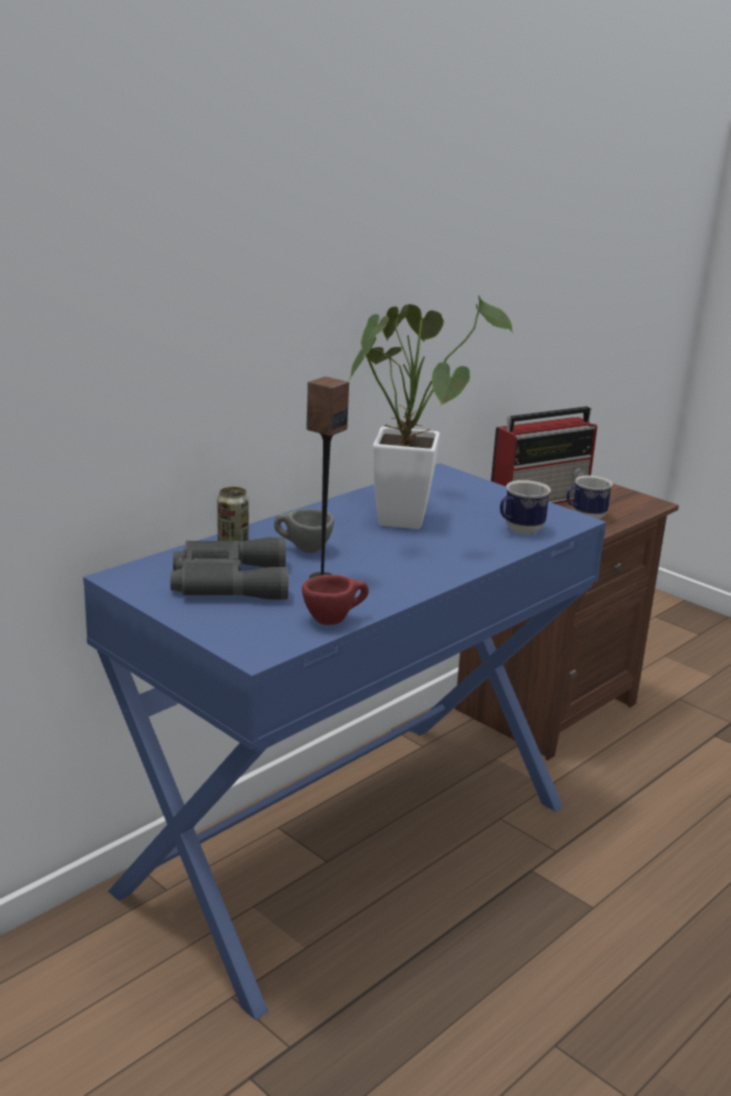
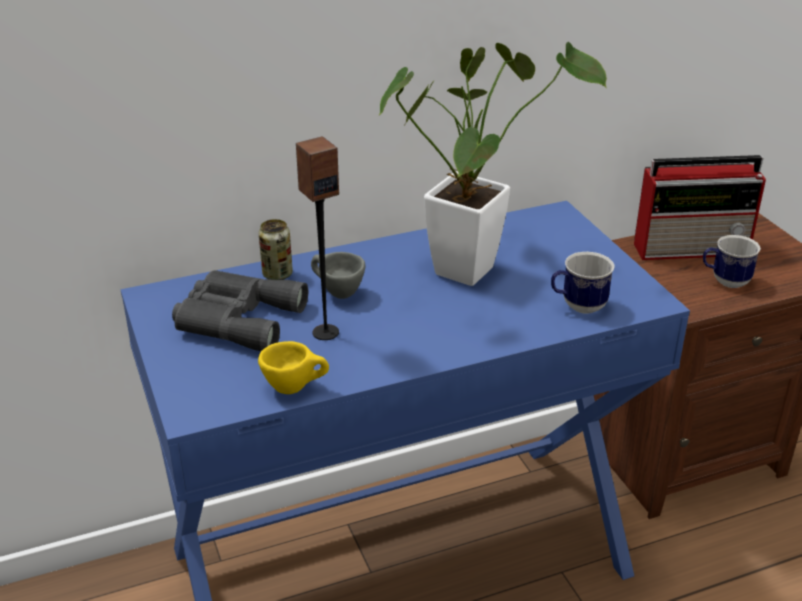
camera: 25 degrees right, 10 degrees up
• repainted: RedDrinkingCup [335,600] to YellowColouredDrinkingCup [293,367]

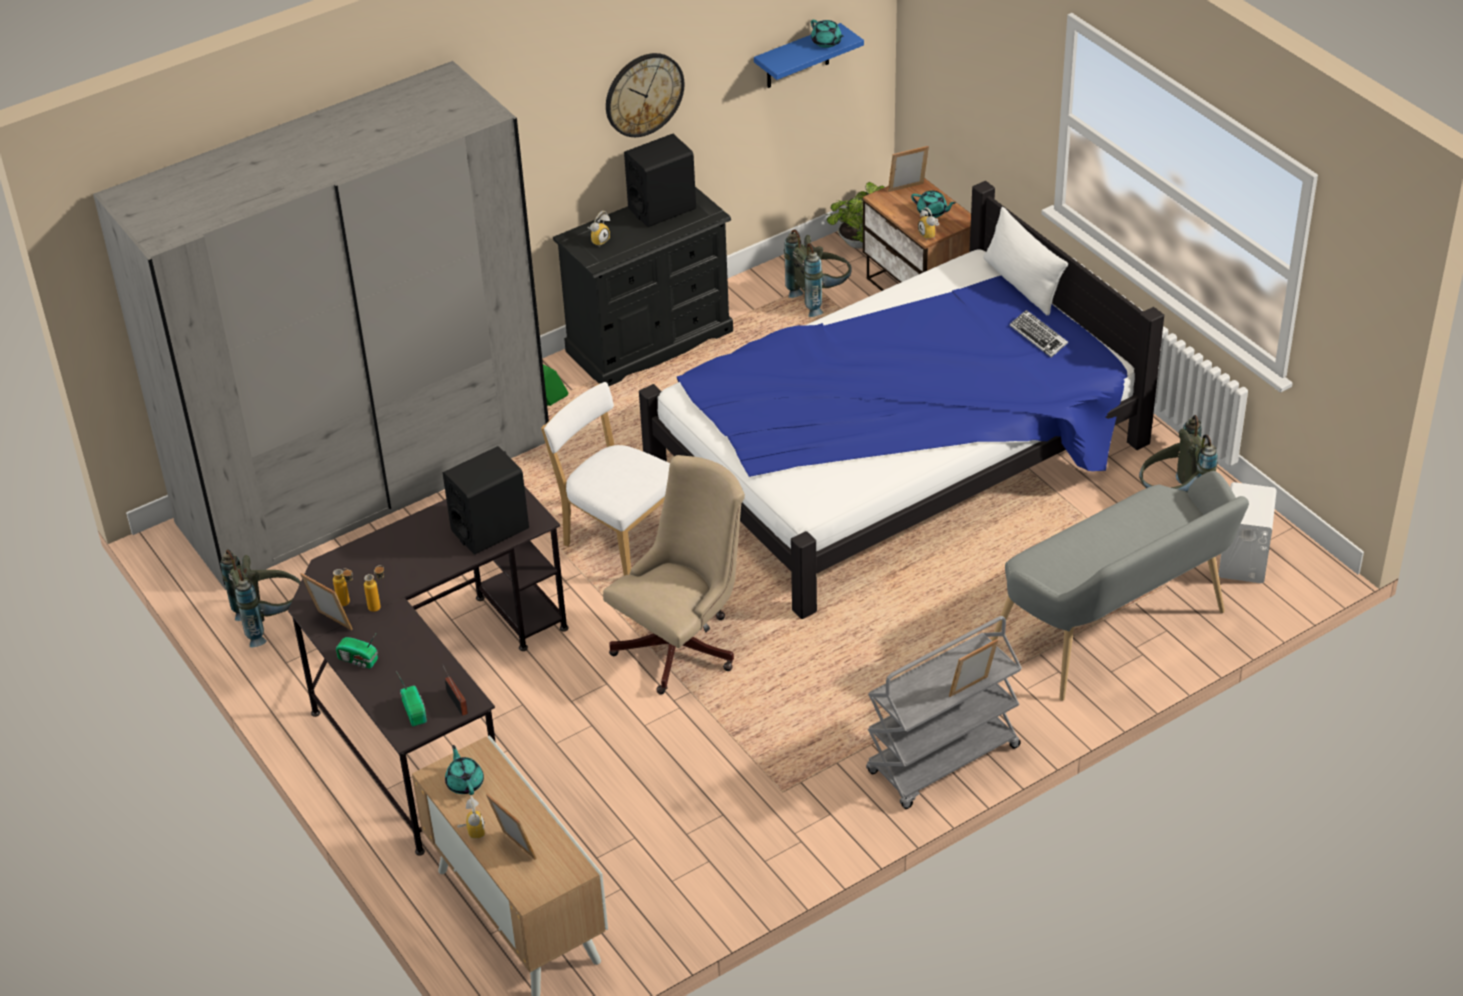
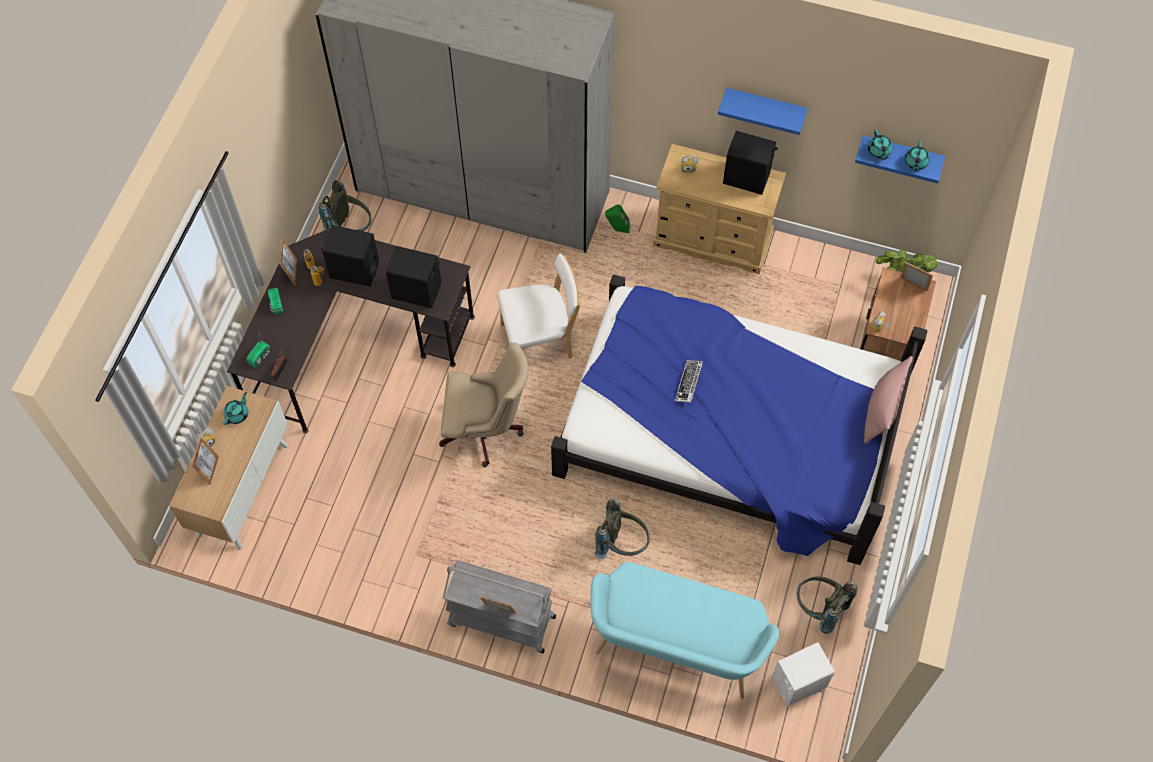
camera: 50 degrees right, 20 degrees up
• rotated: WhiteColouredChair [605,479] = [539,306] 75 degrees clockwise
• repainted: BlackColouredDrawerChest [643,286] to SandColouredDrawerChest [719,209]
• swapped: WallClock [645,95] to BlueWallShelf [763,111]
• shifted: GreyishKnapsack [818,273] to [622,529]
• shifted: TurquoisePotForTea [933,204] to [880,145]
• repainted: WhiteColouredPillow [1025,261] to PinkPillow [888,400]
• repainted: GreyishLongSeat [1120,586] to TurquoiseLongSeat [684,630]
• shifted: ComputerKeyboard [1039,334] to [689,381]
• new: BlackColouredSpeaker [350,256]

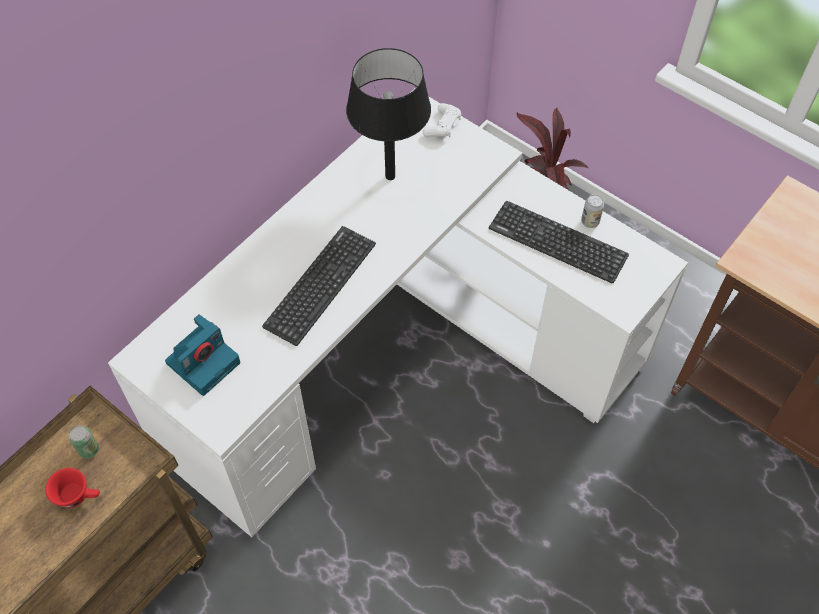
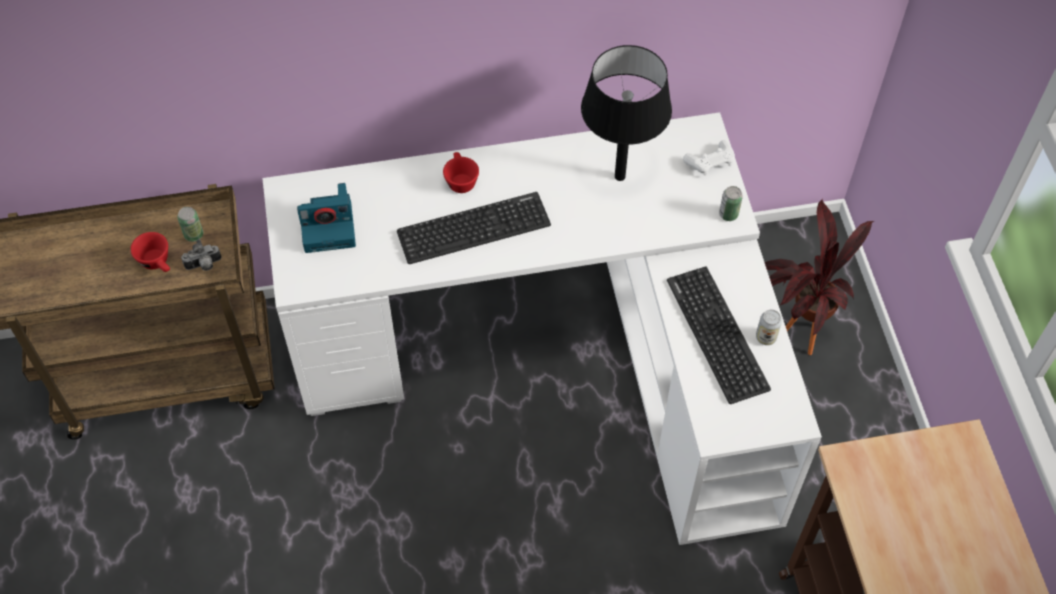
camera: 40 degrees right, 0 degrees up
• new: PhotoCamera [201,255]
• new: RedDrinkingCup [461,172]
• new: MetalCan [731,203]

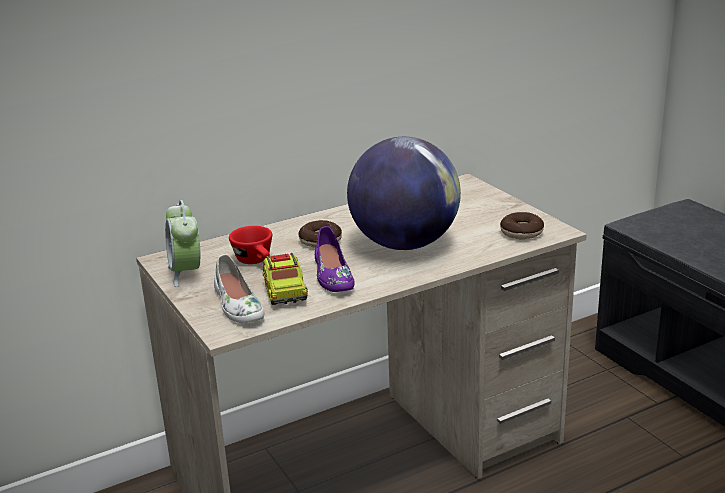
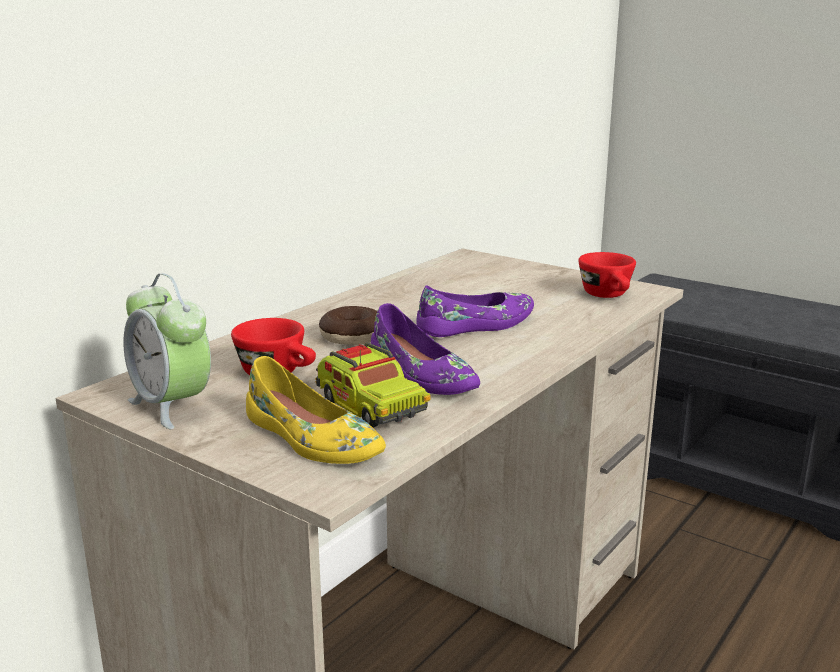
camera: 25 degrees left, 5 degrees down
• repainted: WhiteColouredLowShoe [239,288] to YellowColouredLowShoe [316,410]
• swapped: DeskGlobe [404,193] to PurpleColouredLowShoe [475,311]
• swapped: RingDoughnut [522,225] to RedDrinkingCup [607,275]

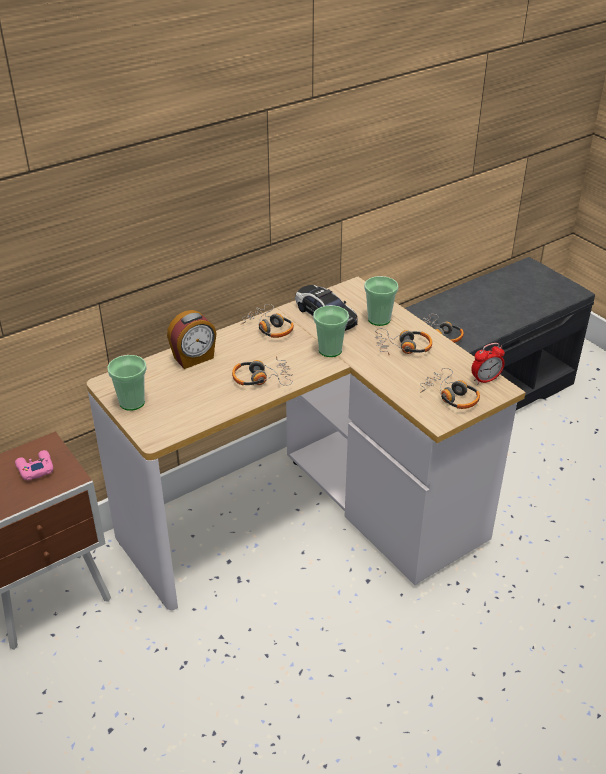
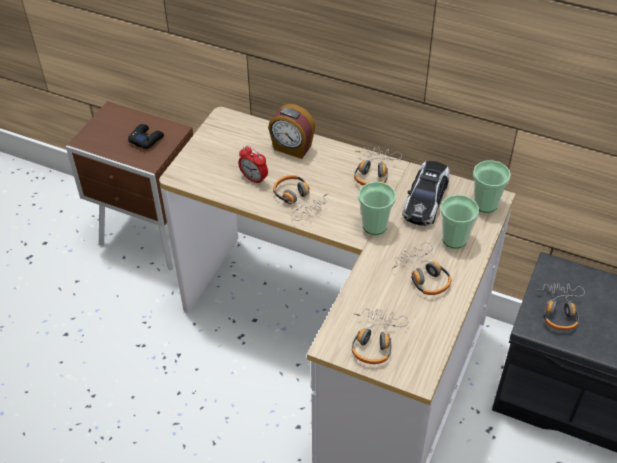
camera: 60 degrees right, 10 degrees up
• repainted: PinkGameController [34,465] to BlackColouredGameController [146,136]
• shifted: DrinkingCup [127,383] to [492,186]
• shifted: AlarmClock [488,363] to [253,165]

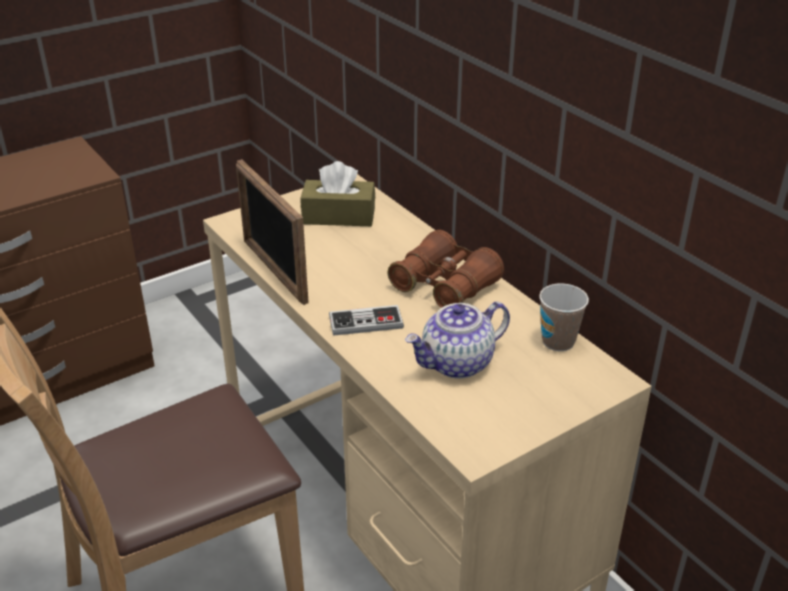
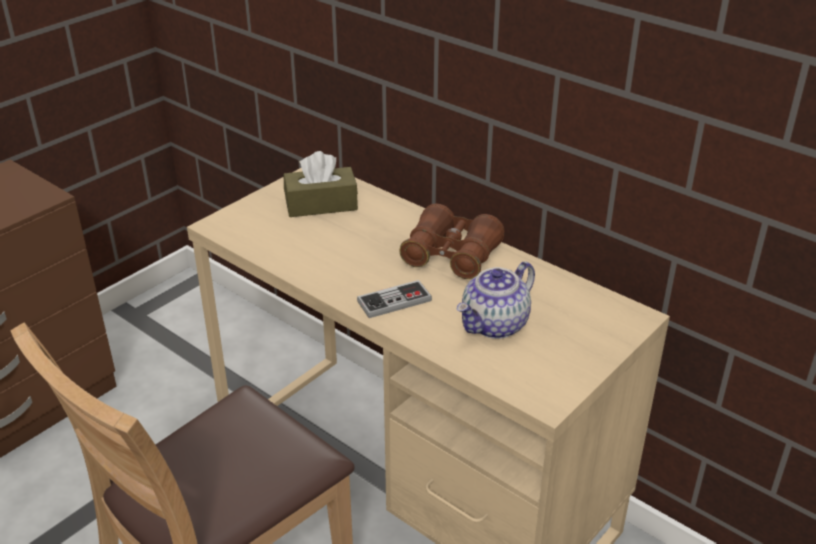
camera: 15 degrees left, 0 degrees up
• gone: PictureFrame [272,232]
• gone: DrinkingCup [564,317]

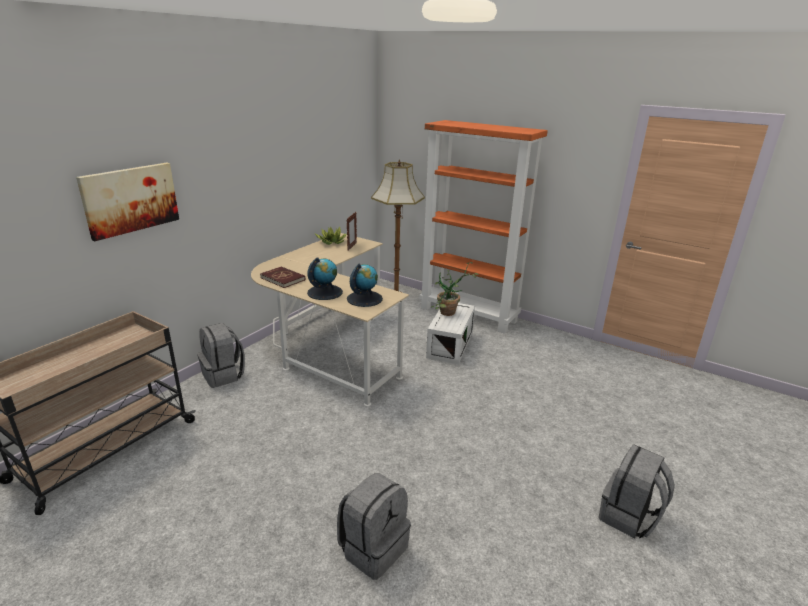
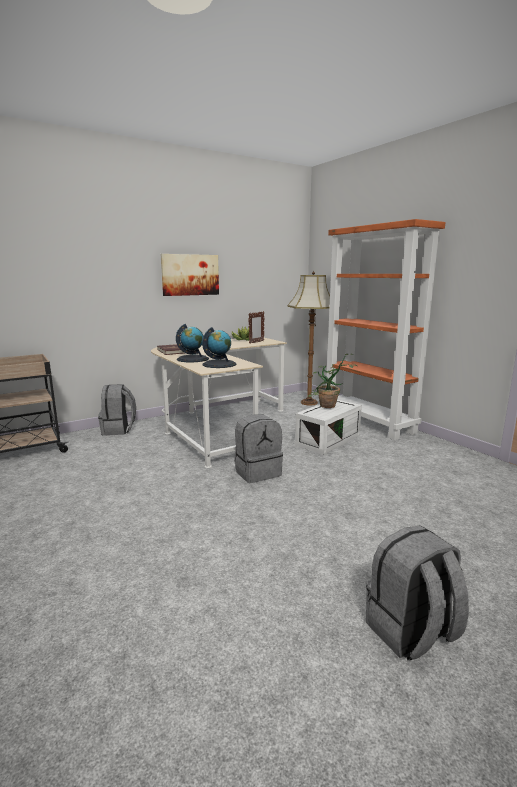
camera: 25 degrees right, 10 degrees down
• shifted: Picture [127,202] to [190,275]
• shifted: GreyishKnapsack [374,526] to [258,448]

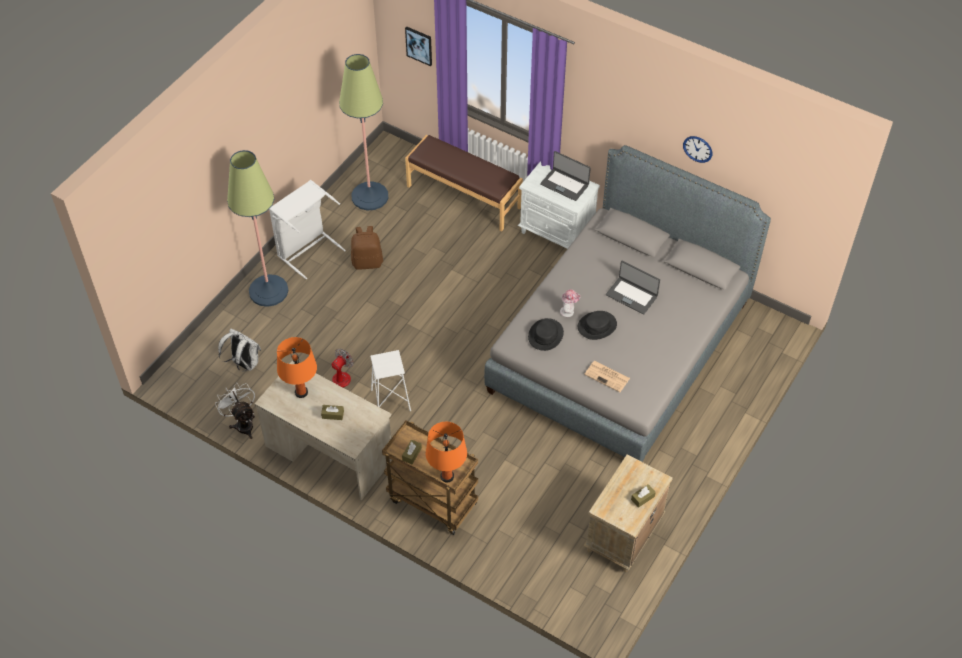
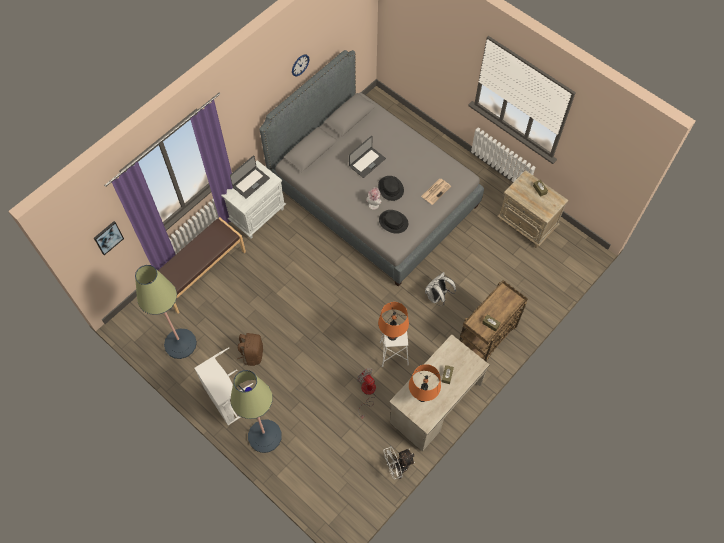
camera: 80 degrees left, 10 degrees up
• shifted: WhiteColouredKnapsack [239,349] to [440,289]
• shifted: OrangeColouredLampForATable [446,452] to [393,321]

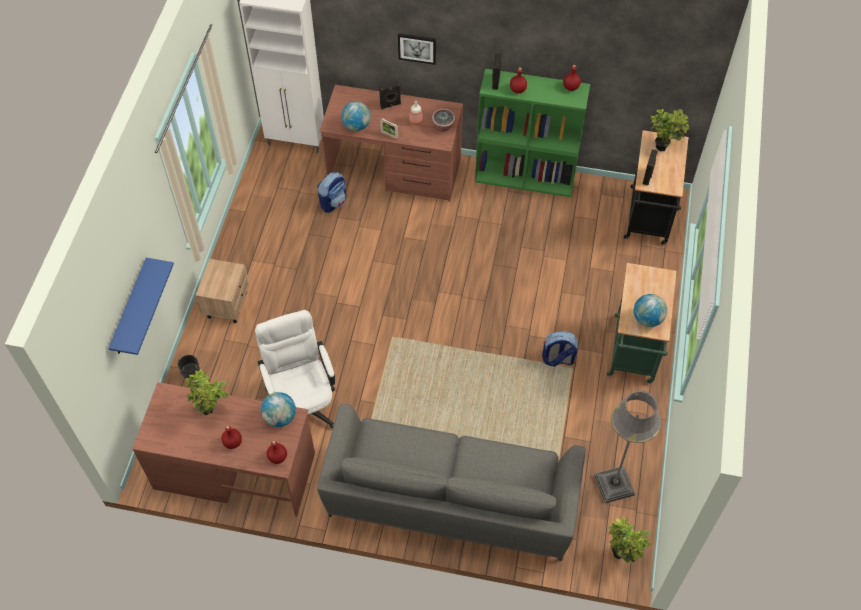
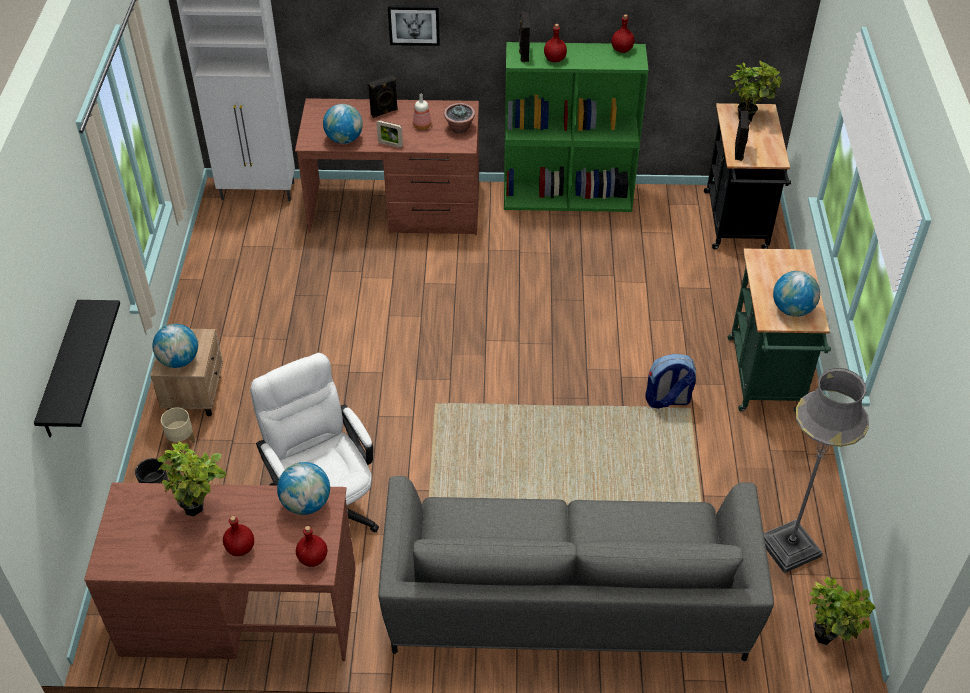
camera: 10 degrees left, 10 degrees down
• repainted: BlueWallShelf [141,306] to BlackColouredWallShelf [77,368]
• gone: Knapsack [331,192]
• new: DeskGlobe [175,346]
• new: SandColouredPlantPot [178,429]

